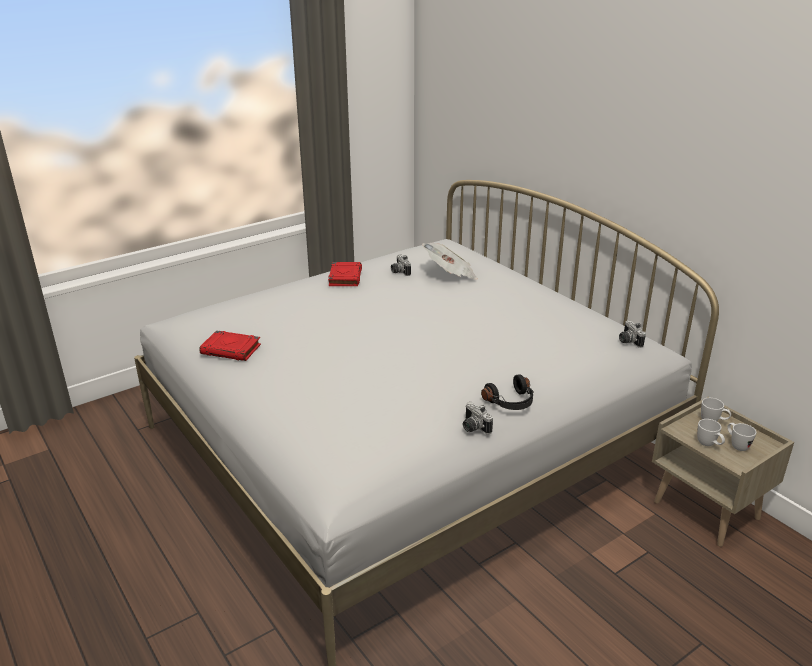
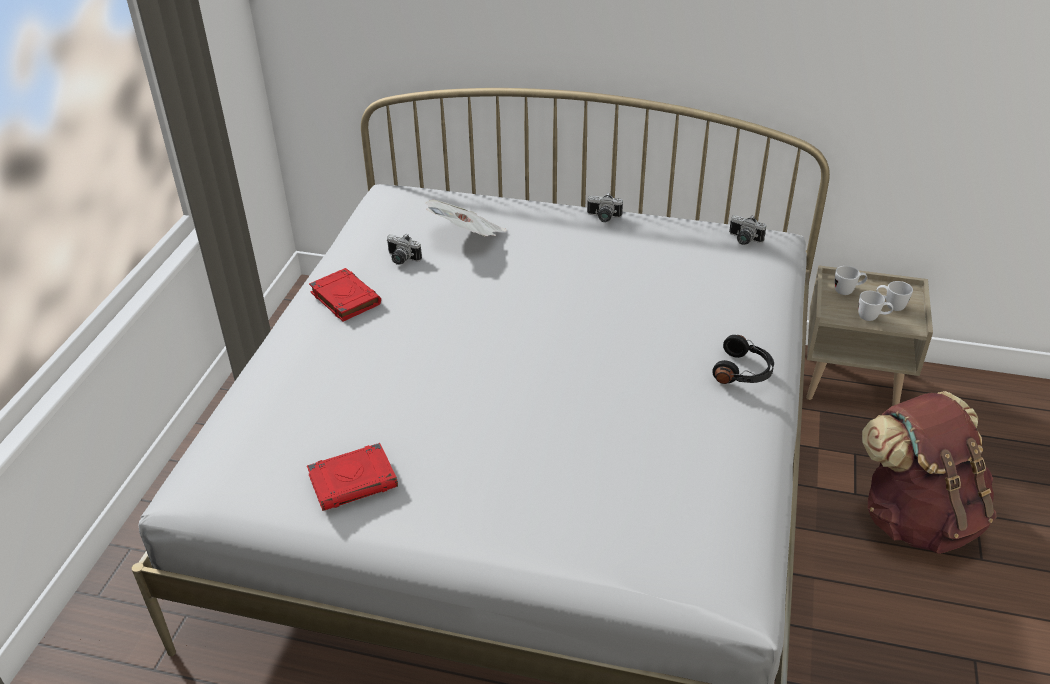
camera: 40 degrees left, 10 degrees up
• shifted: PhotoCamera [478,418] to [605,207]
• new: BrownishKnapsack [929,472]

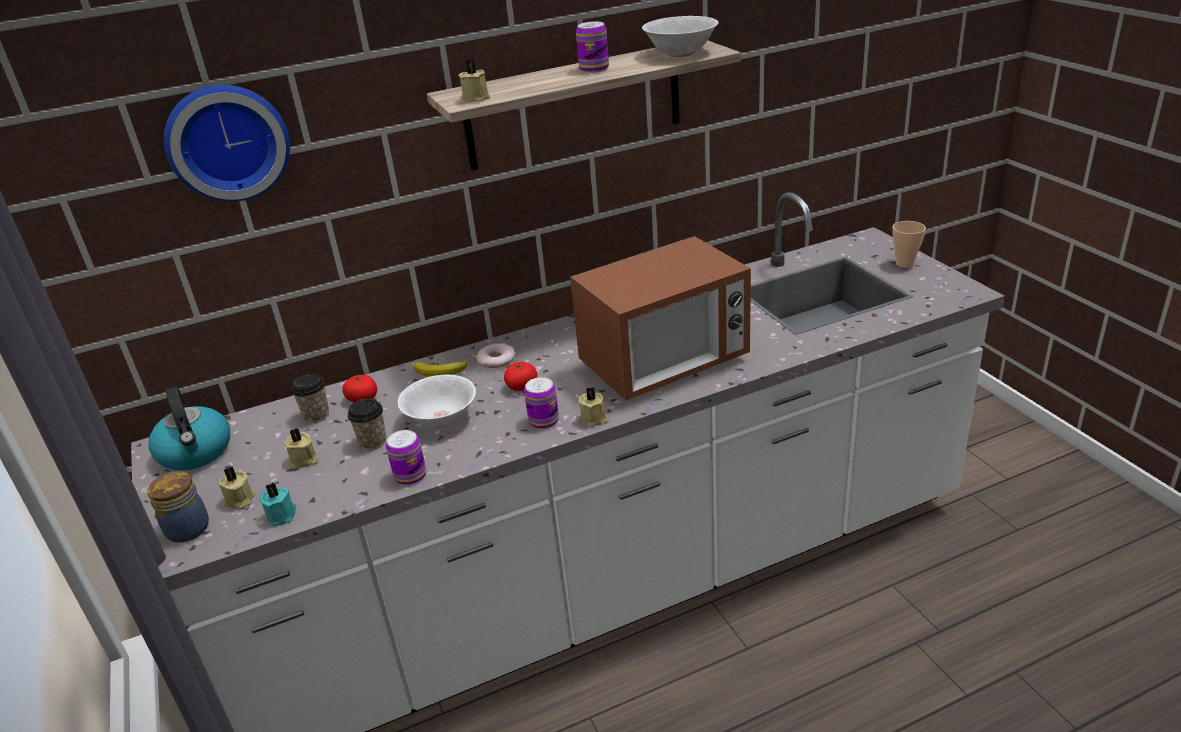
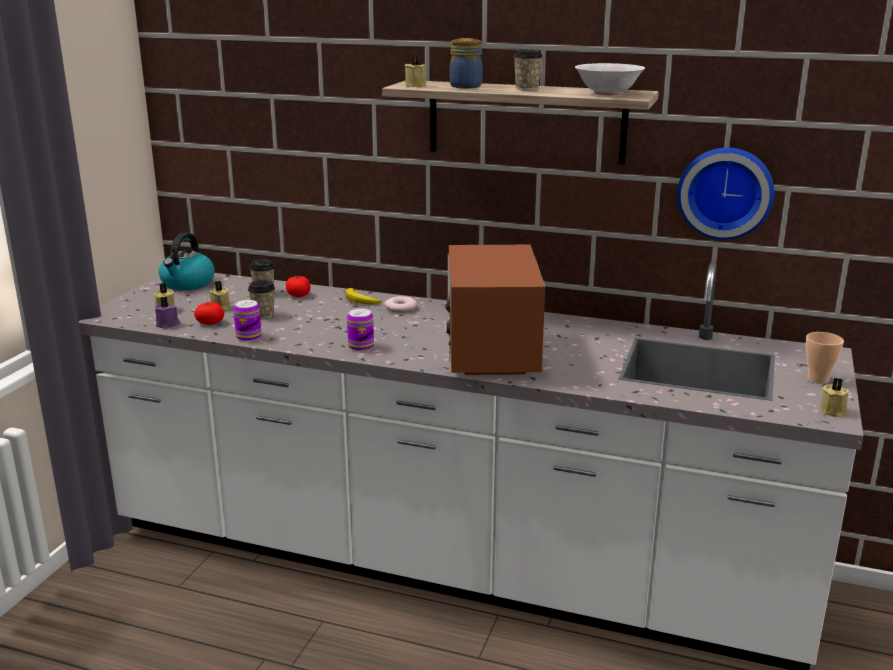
camera: 40 degrees right, 10 degrees down
• shifted: StorageJar [178,507] to [466,63]
• shifted: WallClock [227,143] to [726,193]
• repainted: TurquoiseWaxLight [278,505] to PurpleColouredWaxLight [167,313]
• gone: WhiteColouredServingBowl [437,401]
• shifted: FreshTomato [520,376] to [209,313]
• rotated: Microwave [660,318] = [495,310] 75 degrees clockwise
• swapped: MetalCan [592,47] to DrinkingCup [528,70]
• shifted: SandColouredWaxLight [592,407] to [834,397]

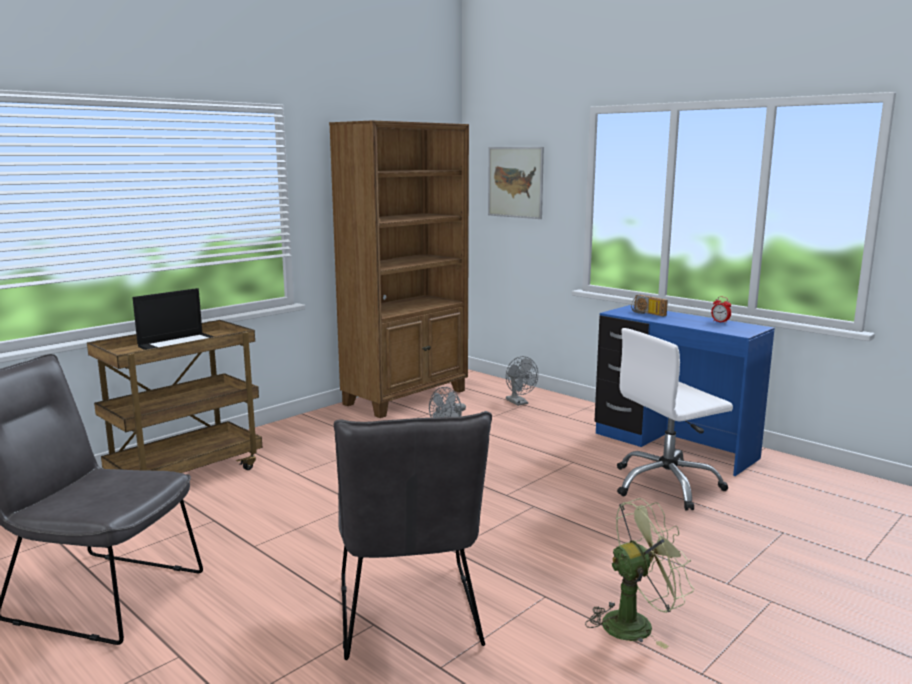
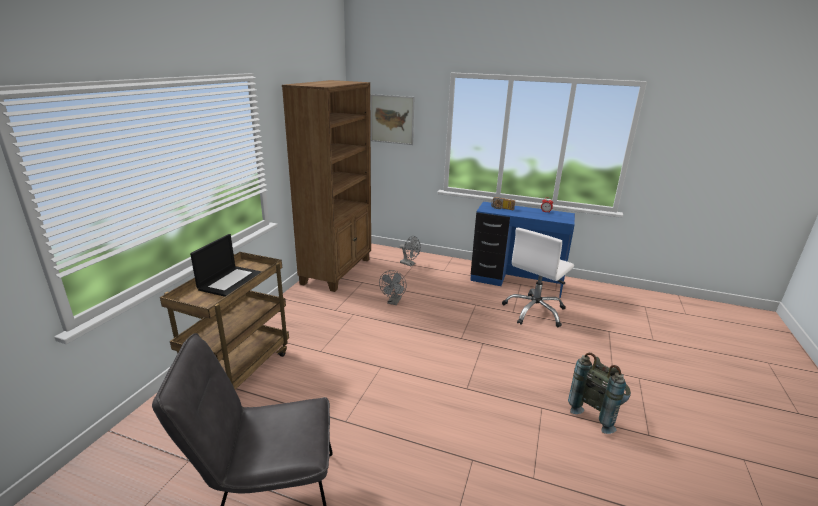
camera: 25 degrees left, 10 degrees up
• gone: GreyishChair [413,535]
• swapped: GreenishFan [639,573] to GreyishKnapsack [599,393]

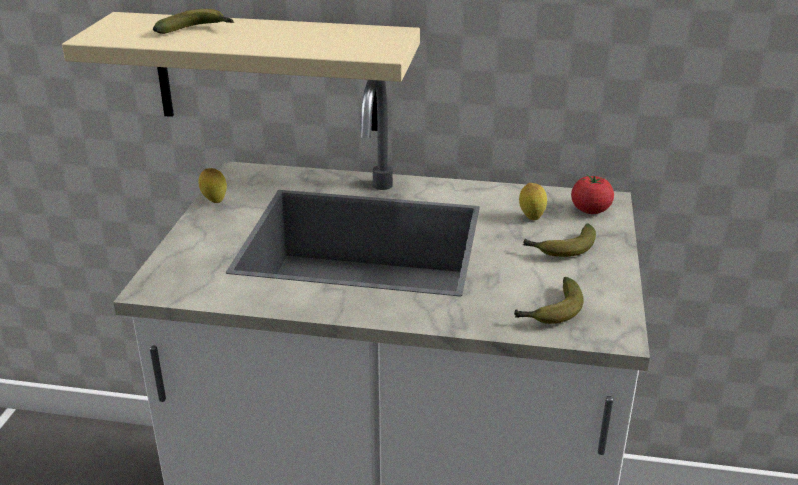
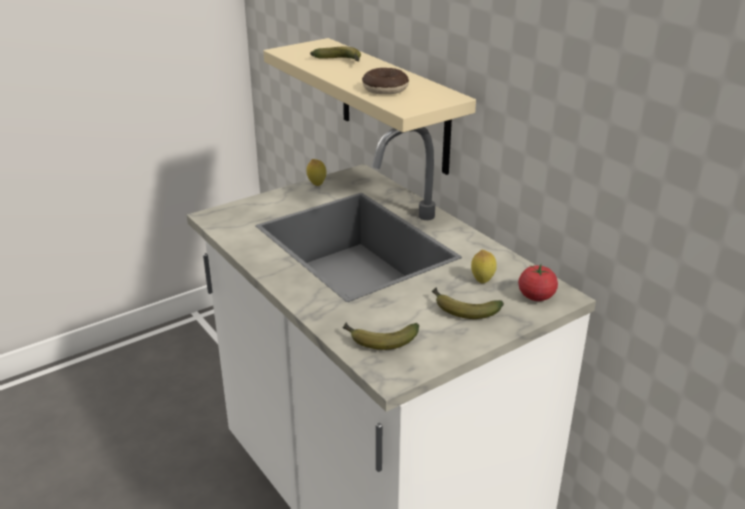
camera: 45 degrees right, 0 degrees up
• new: RingDoughnut [385,81]

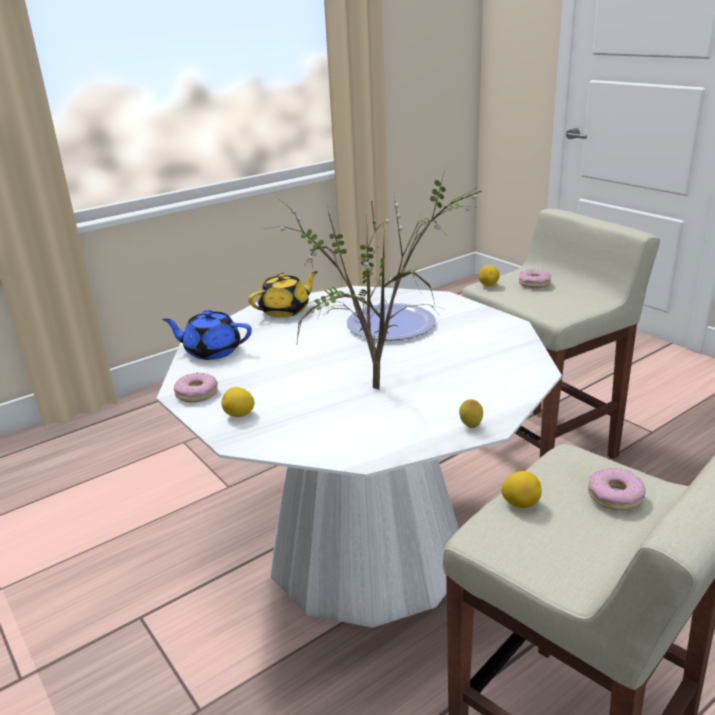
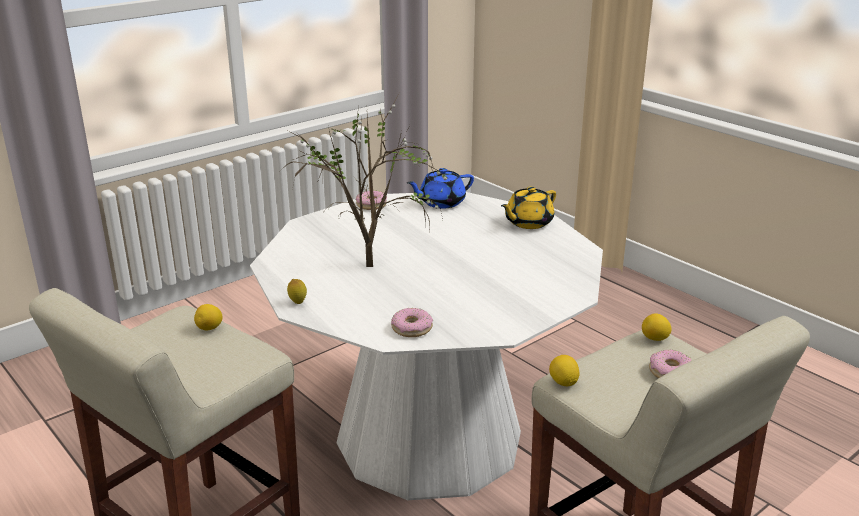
camera: 85 degrees right, 0 degrees up
• rotated: BluePotForTea [207,335] = [440,188] 120 degrees counterclockwise
• shifted: WholeLemon [238,402] to [564,370]
• rotated: YellowColouredPotForTea [283,294] = [528,208] 90 degrees clockwise
• gone: FlatDish [391,322]
• shifted: RingDoughnut [617,489] to [412,322]

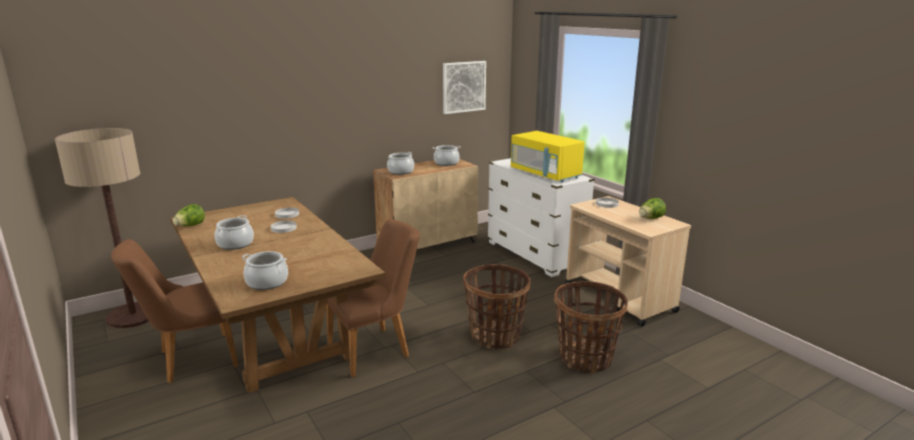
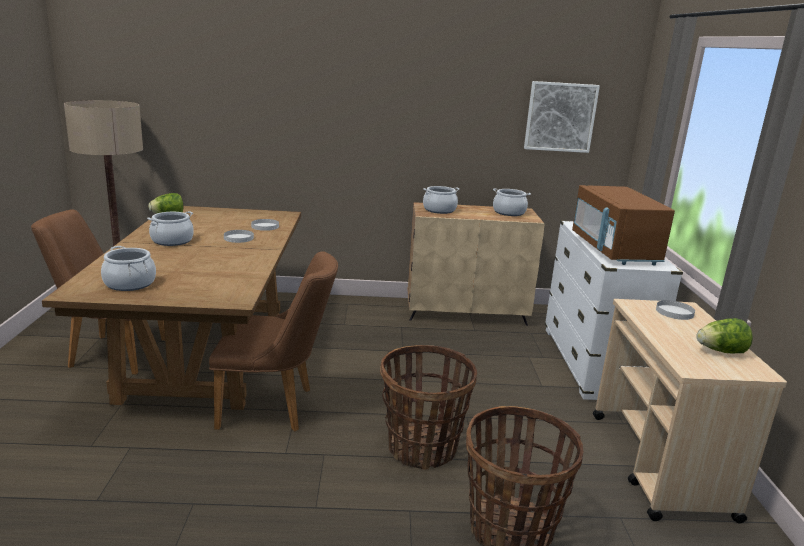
camera: 30 degrees right, 0 degrees up
• repainted: YellowColouredMicrowave [548,156] to BrownishMicrowave [623,225]

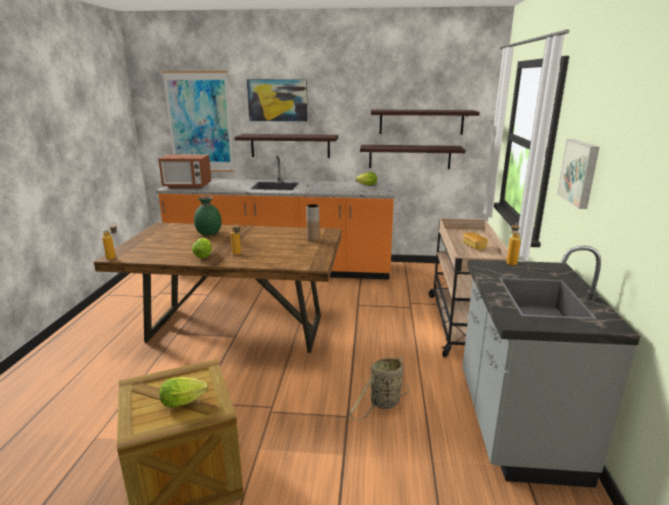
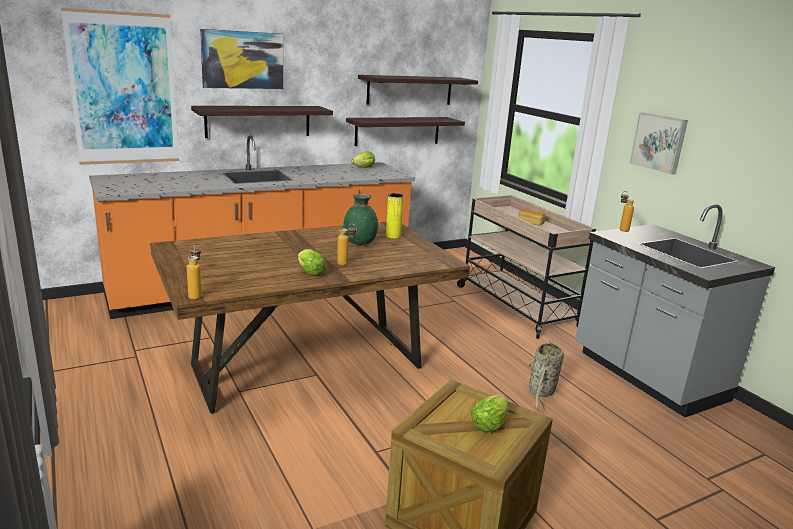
camera: 35 degrees left, 0 degrees up
• gone: Microwave [184,171]
• shifted: GreenishFlowerVase [208,215] to [360,219]
• repainted: BrownishFlowerVase [313,223] to YellowColouredFlowerVase [395,216]

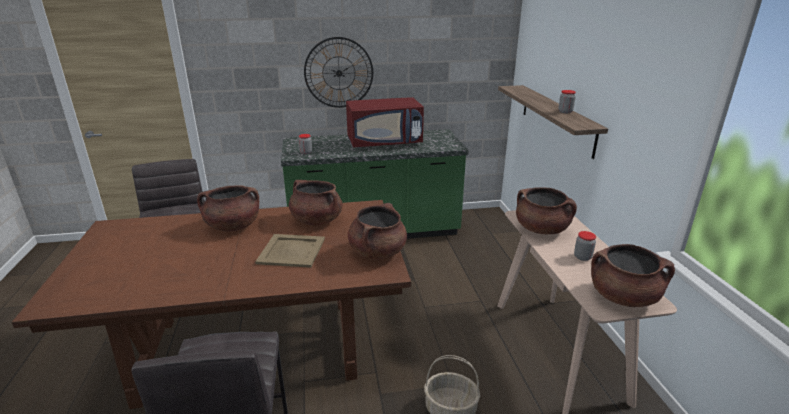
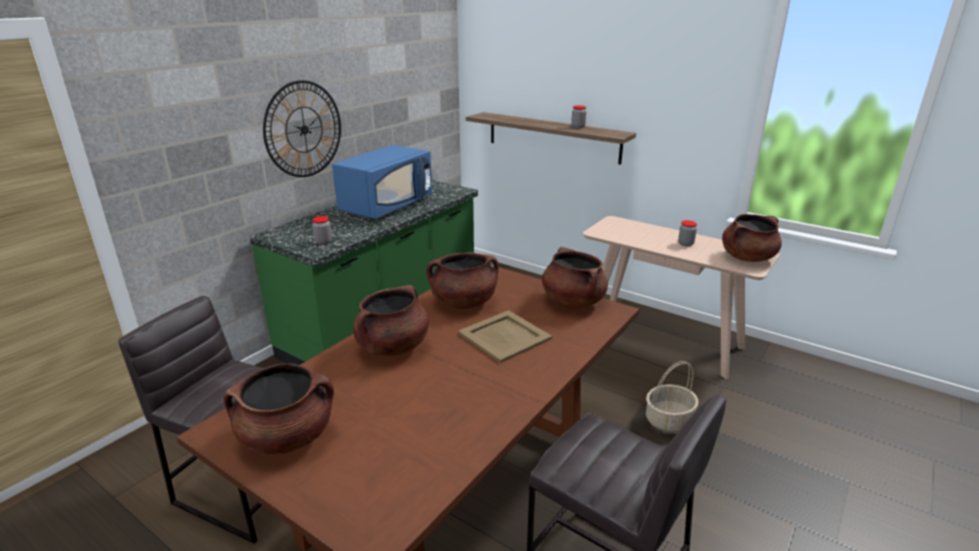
camera: 45 degrees left, 0 degrees up
• repainted: RedMicrowave [385,122] to BlueMicrowave [382,182]
• shifted: BrownishCookingPot [546,210] to [279,408]

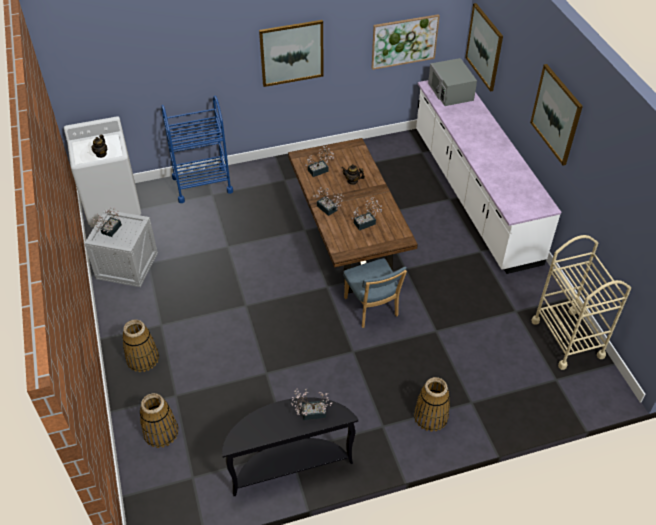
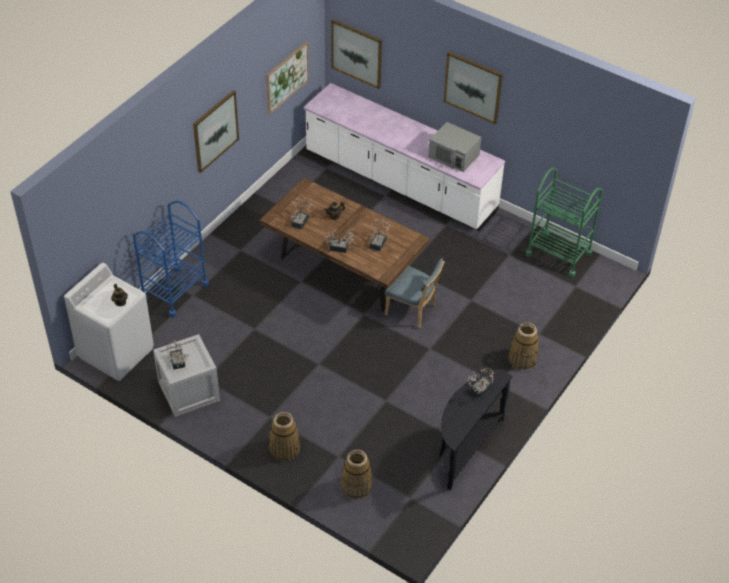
camera: 40 degrees left, 0 degrees up
• shifted: GreyishMicrowave [452,82] to [454,147]
• repainted: SandColouredTrolley [581,302] to GreenishTrolley [564,222]

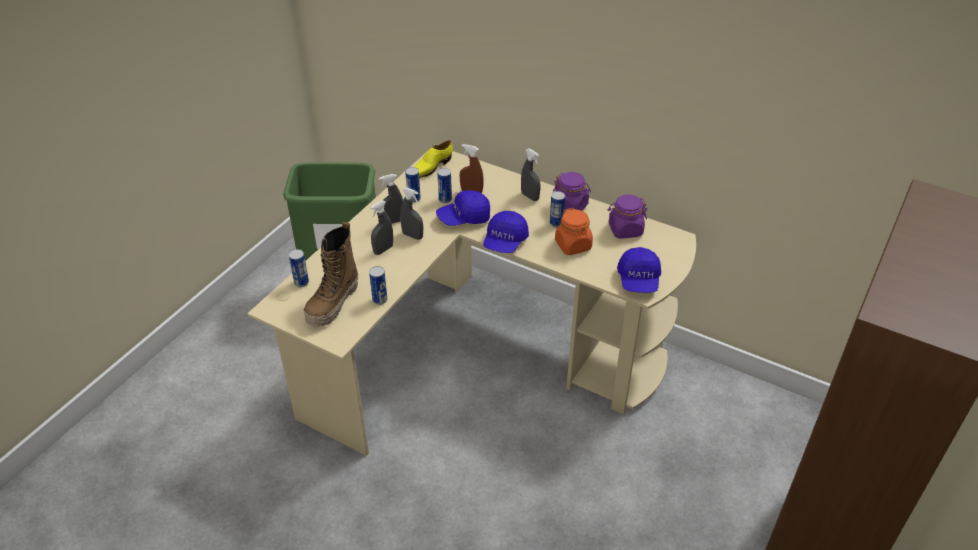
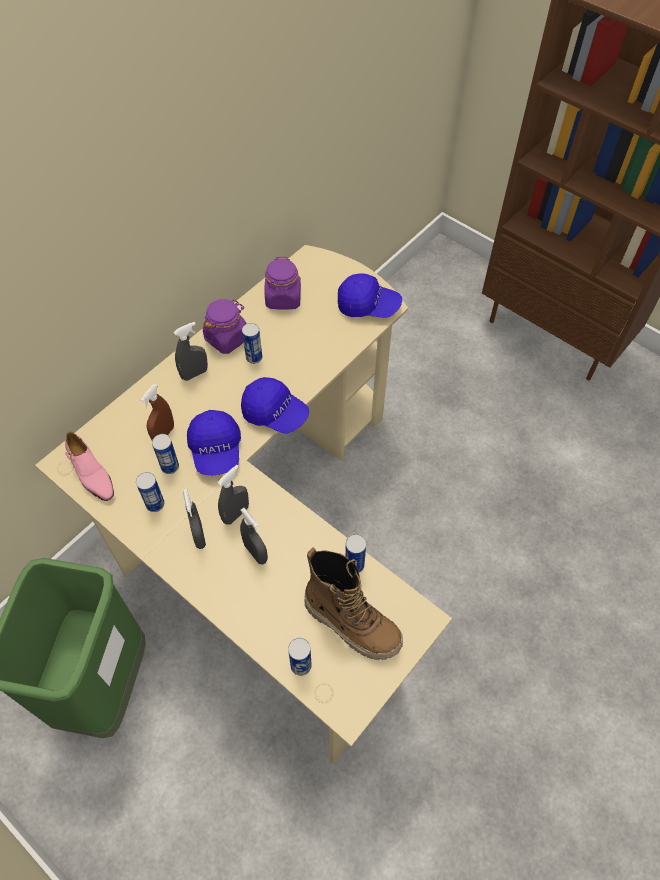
camera: 80 degrees left, 15 degrees up
• repainted: YellowColouredLowShoe [433,159] to PinkLowShoe [89,466]
• gone: OrangeColouredStorageJar [574,231]

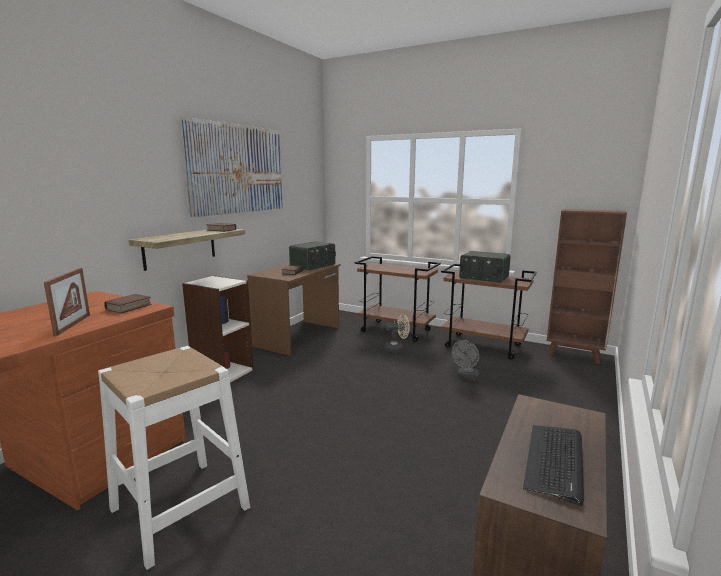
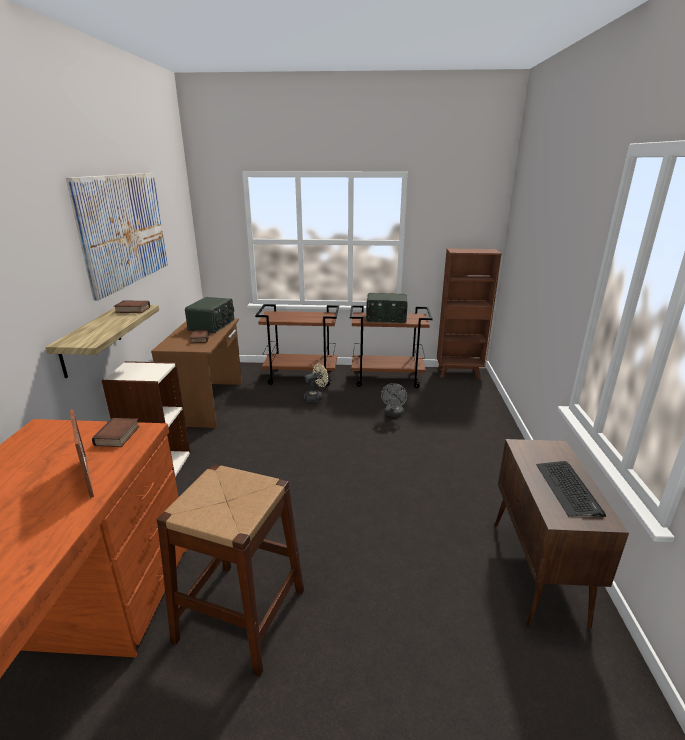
camera: 25 degrees left, 10 degrees up
• repainted: WhiteColouredSittingStool [174,458] to BrownishSittingStool [230,570]

